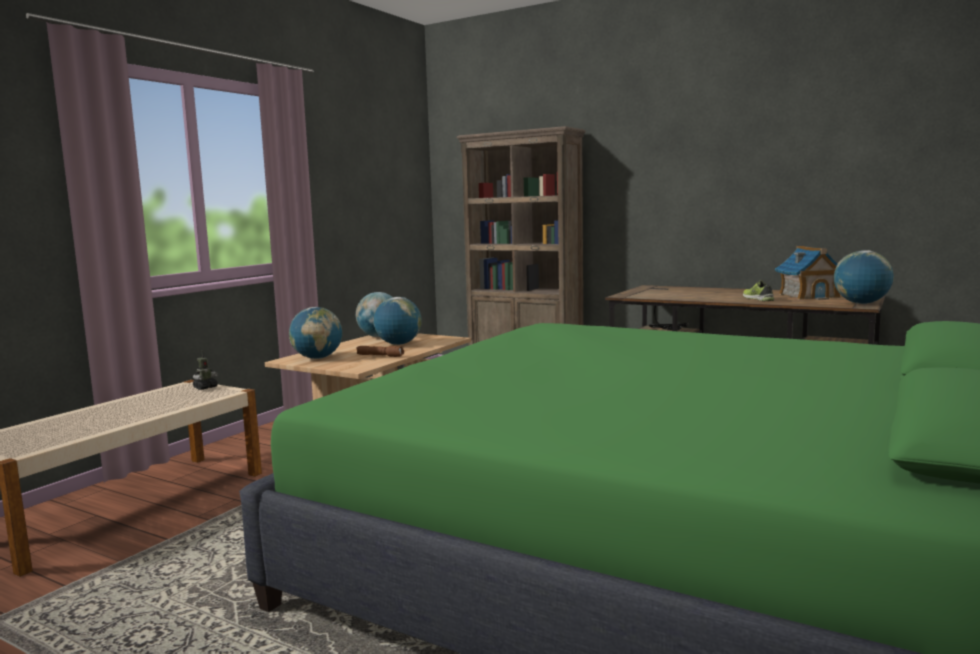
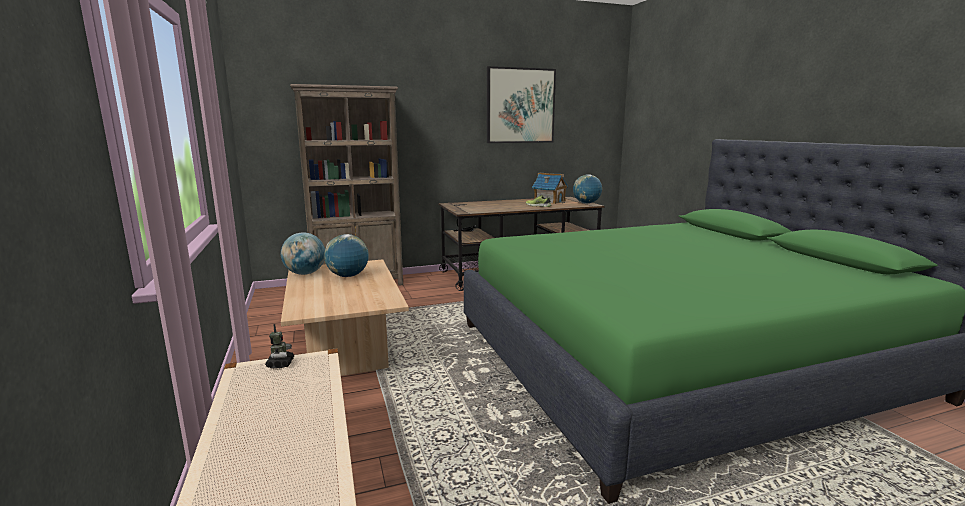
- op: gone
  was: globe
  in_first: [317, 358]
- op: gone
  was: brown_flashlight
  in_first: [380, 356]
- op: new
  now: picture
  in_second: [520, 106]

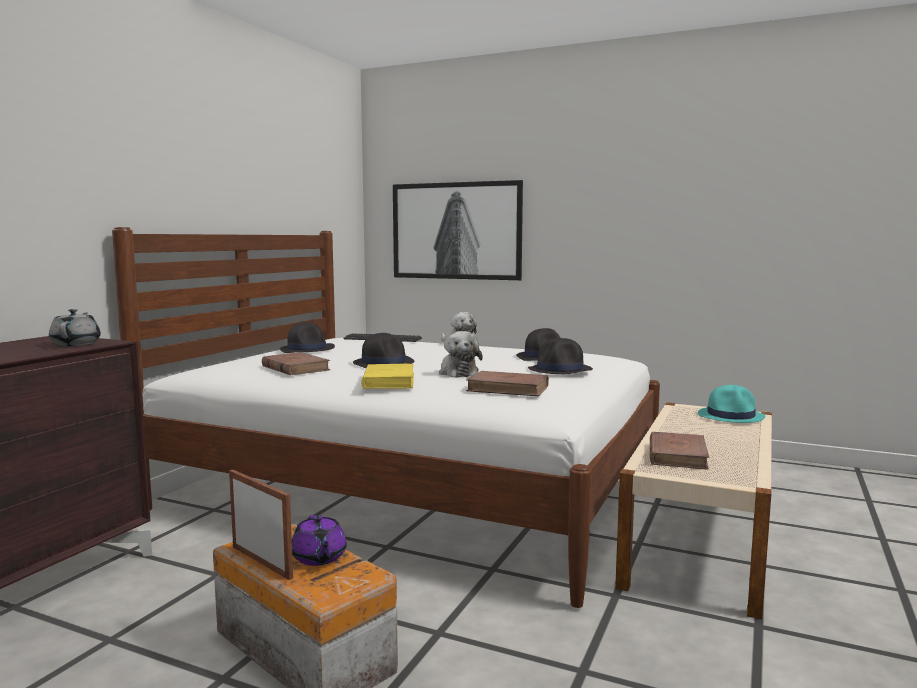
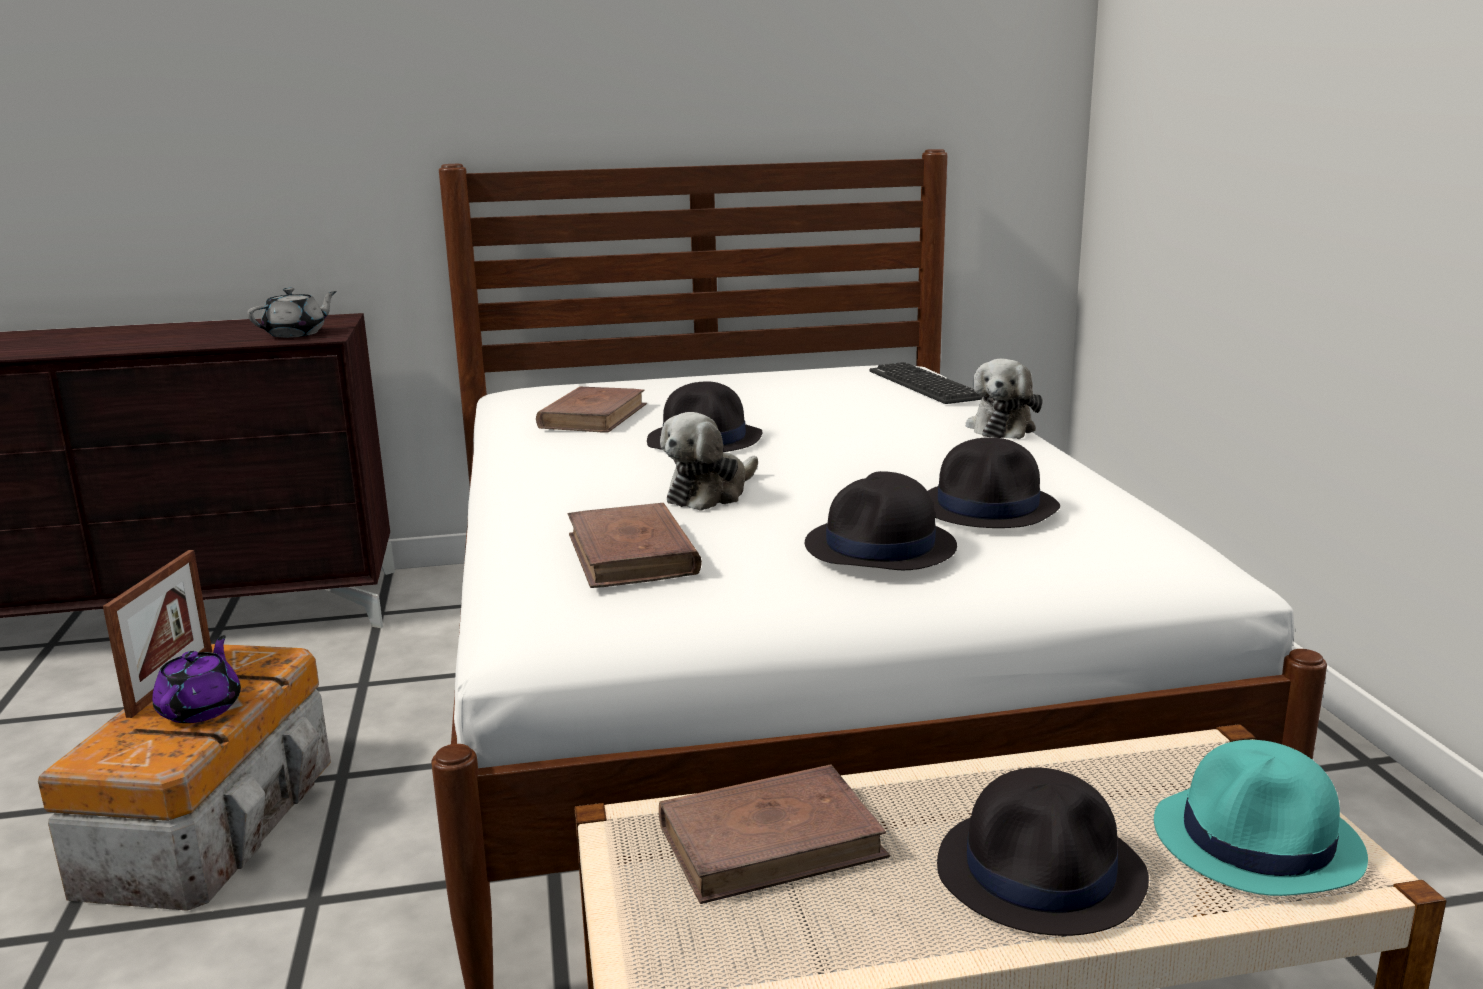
- op: gone
  was: picture
  in_first: [456, 231]
- op: shifted
  was: black_hat
  in_first: [307, 349]
  in_second: [1042, 872]
- op: gone
  was: yellow_book
  in_first: [389, 381]
- op: rotated
  was: purple_teapot
  in_first: [319, 558]
  in_second: [201, 709]
  clockwise: 150

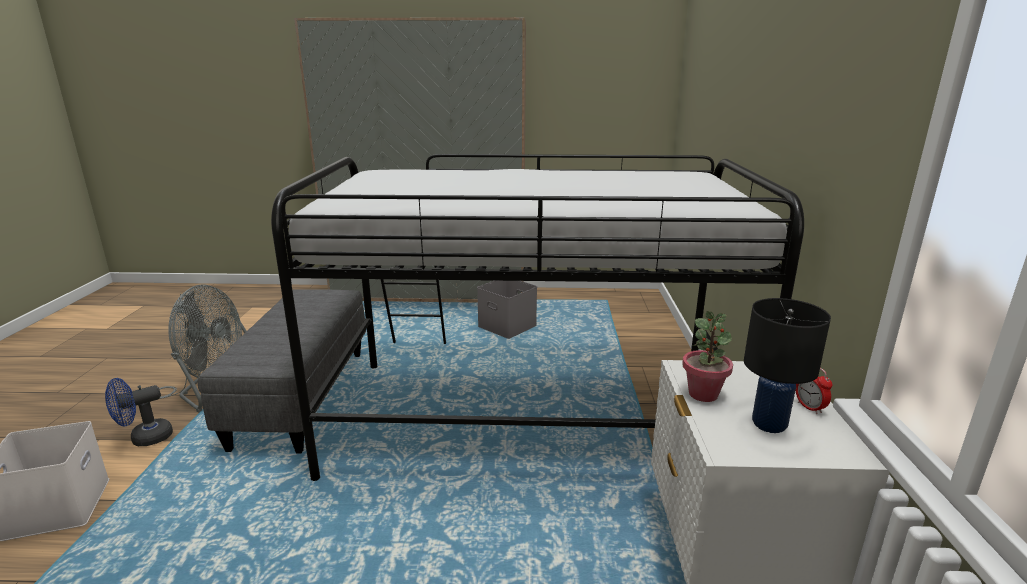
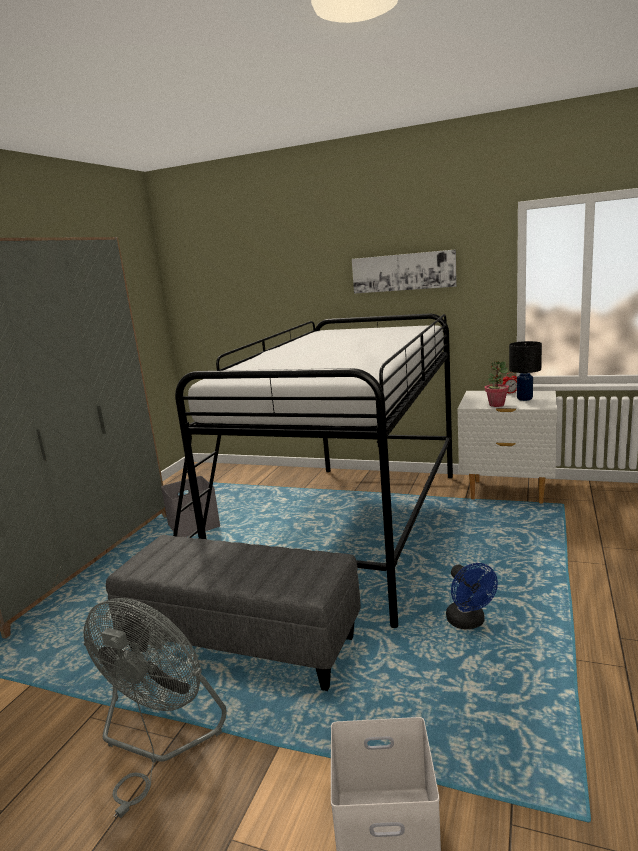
- op: shifted
  was: blue_fan
  in_first: [145, 439]
  in_second: [469, 622]
- op: new
  now: picture
  in_second: [403, 272]

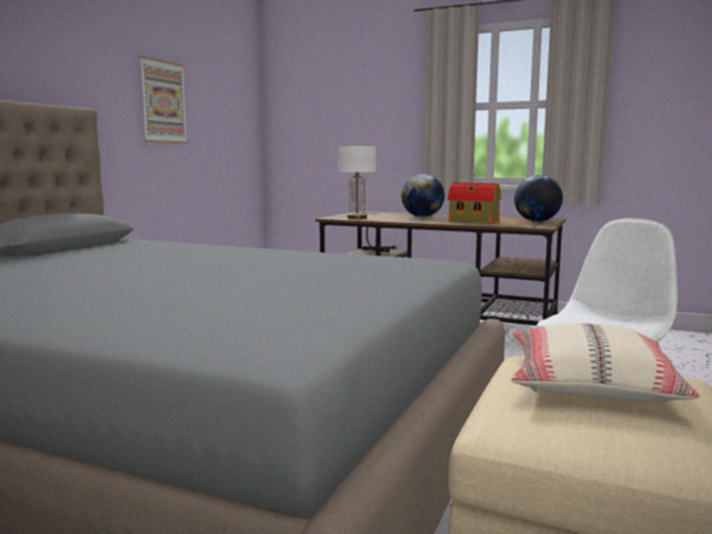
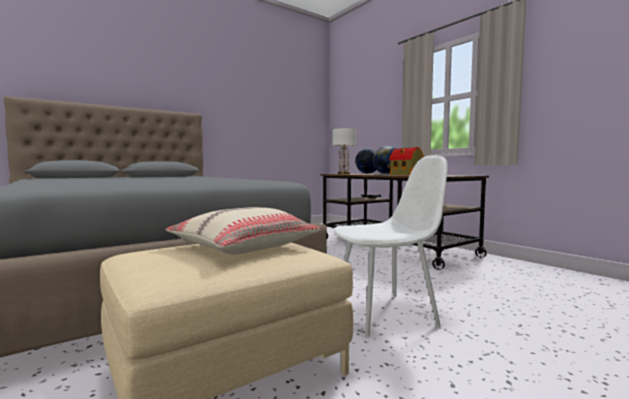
- op: gone
  was: picture
  in_first: [163, 102]
- op: shifted
  was: globe
  in_first: [537, 221]
  in_second: [367, 173]

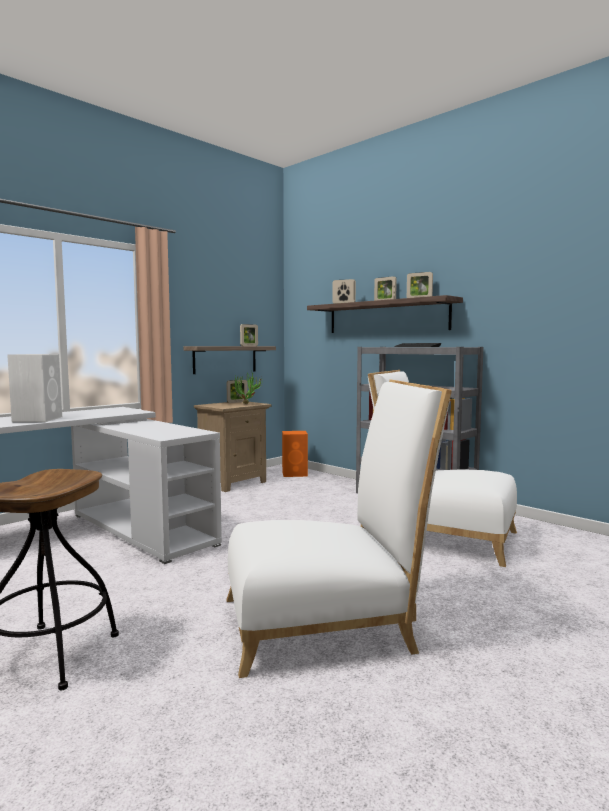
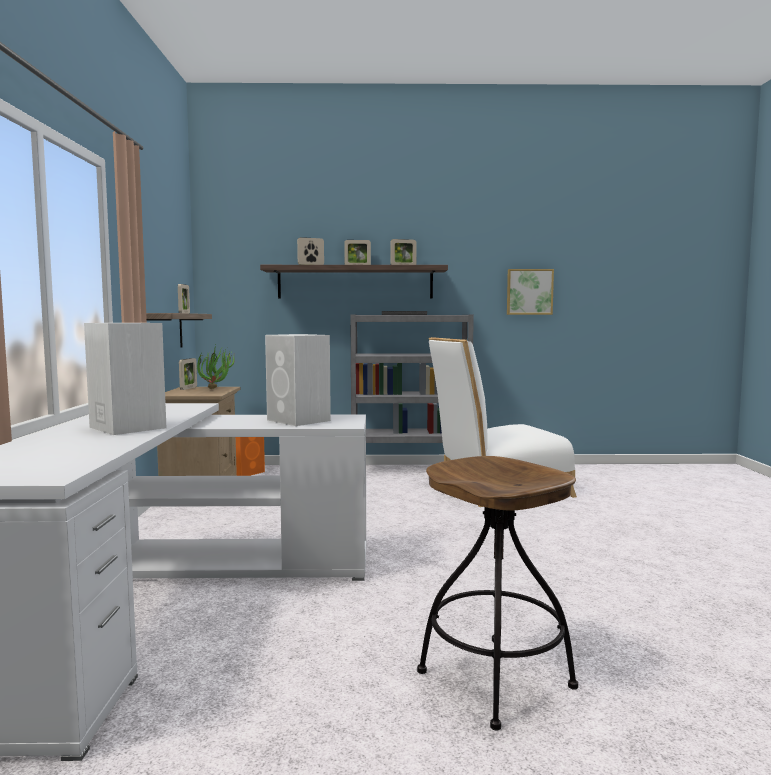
- op: gone
  was: white_chair
  in_first: [328, 622]
- op: new
  now: picture
  in_second: [529, 292]
- op: new
  now: white_speaker
  in_second: [299, 420]

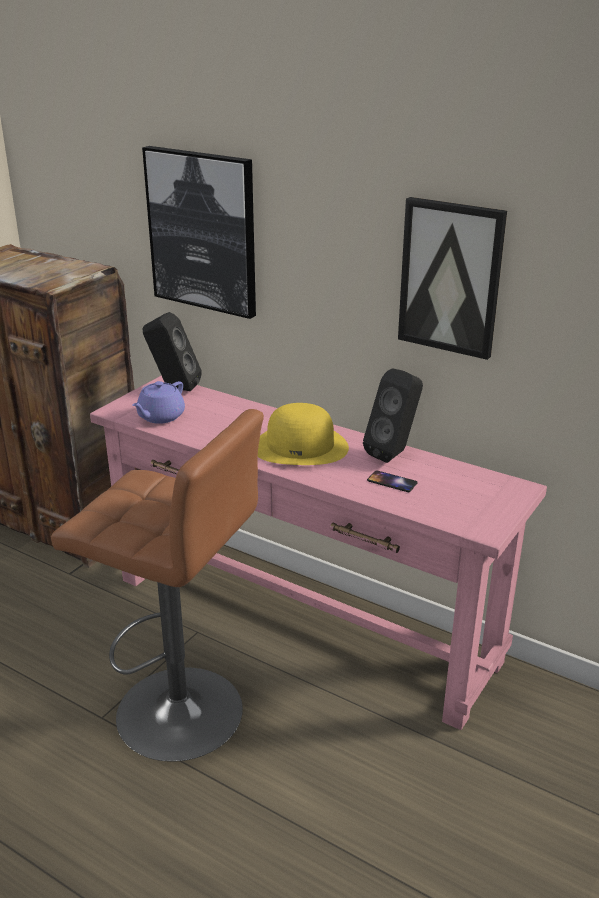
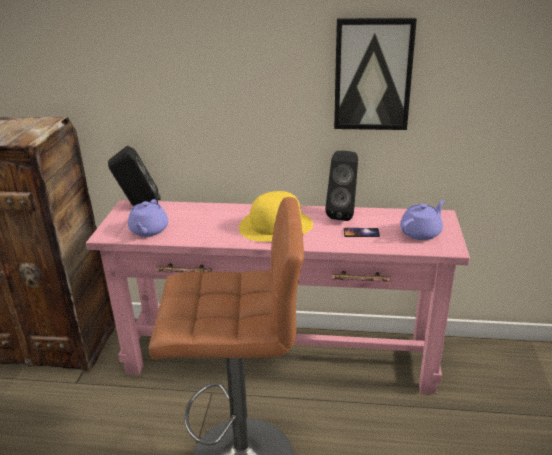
- op: gone
  was: picture
  in_first: [203, 231]
- op: new
  now: purple_teapot
  in_second: [421, 233]

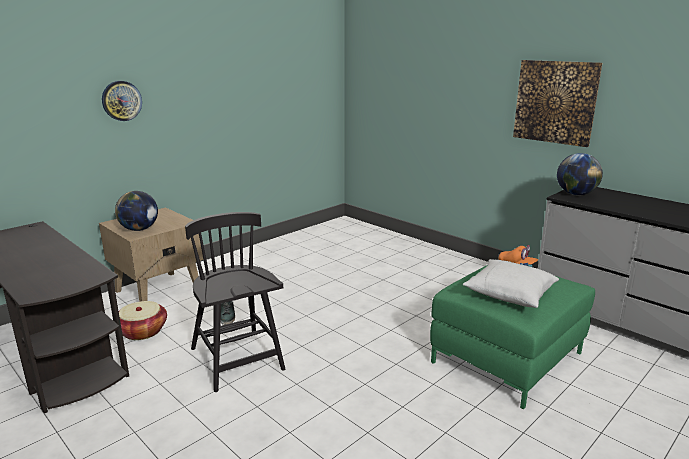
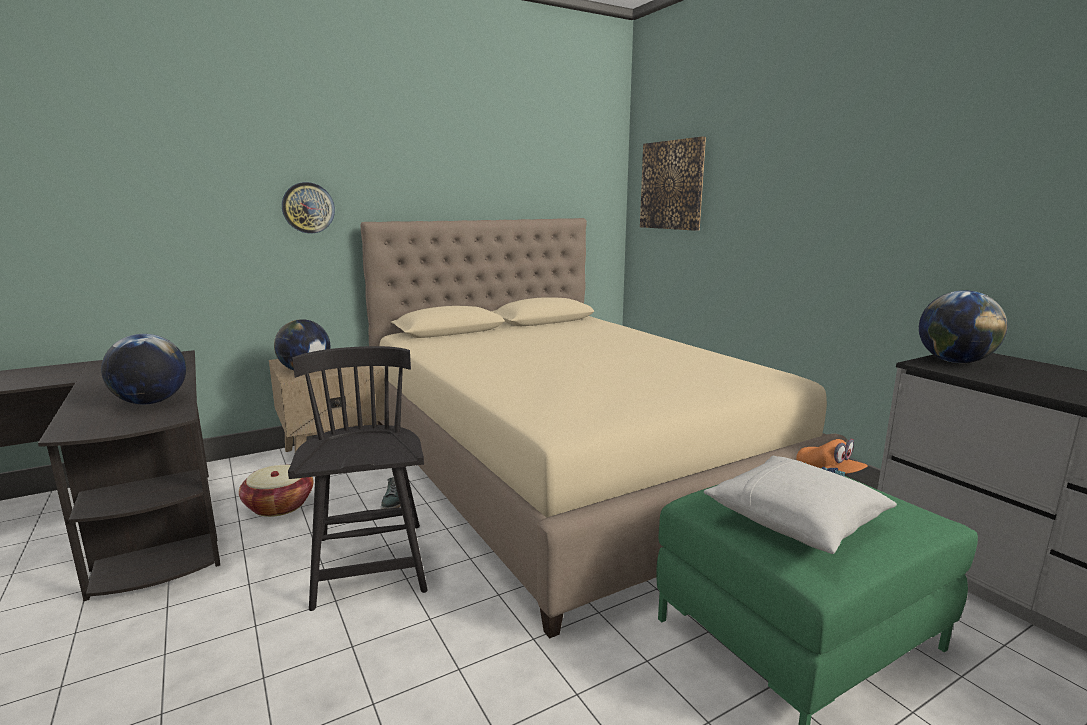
- op: shifted
  was: picture
  in_first: [555, 102]
  in_second: [672, 185]
- op: new
  now: beige_bed
  in_second: [567, 469]
- op: new
  now: globe
  in_second: [151, 402]

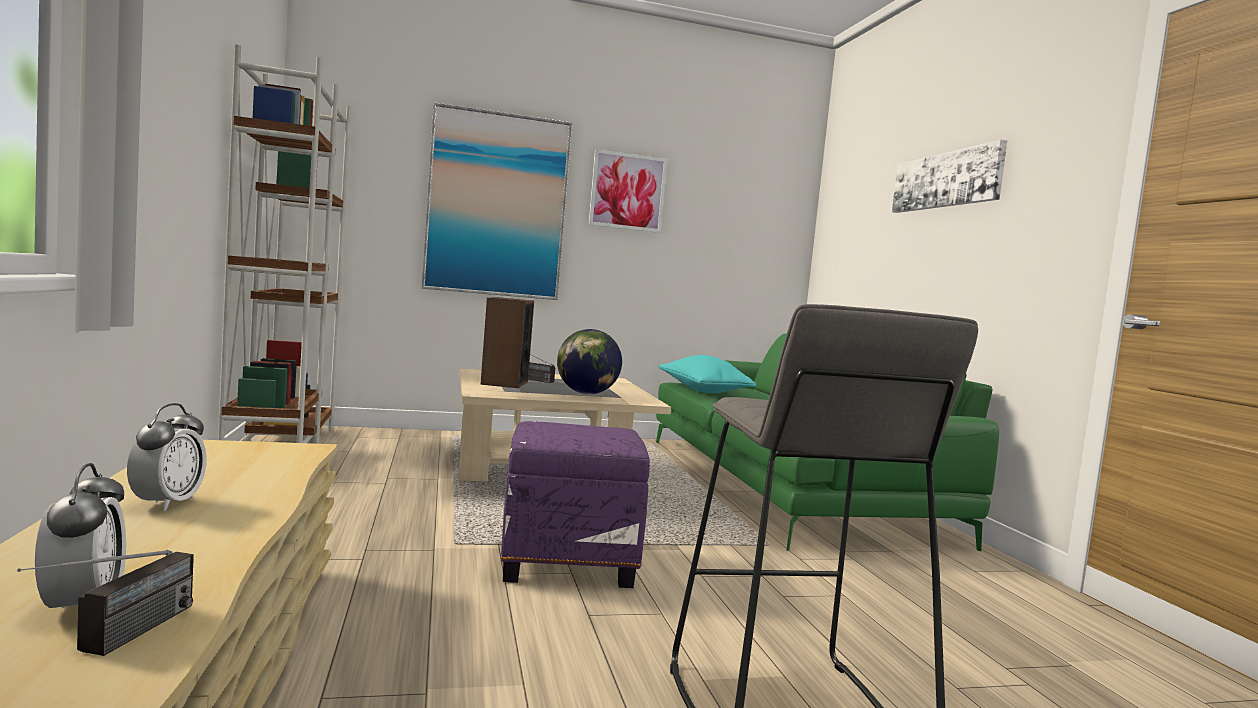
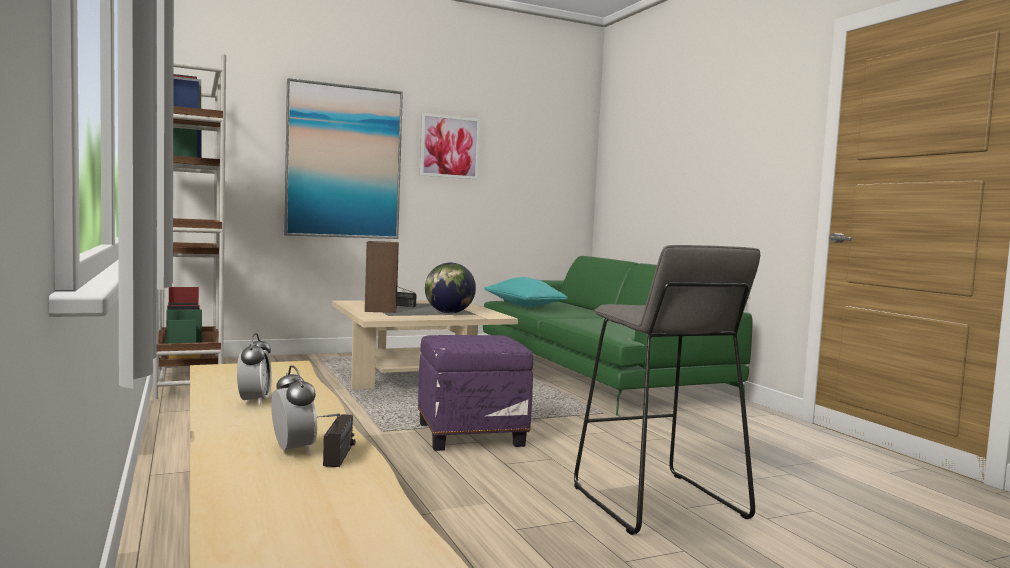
- op: gone
  was: picture
  in_first: [946, 180]

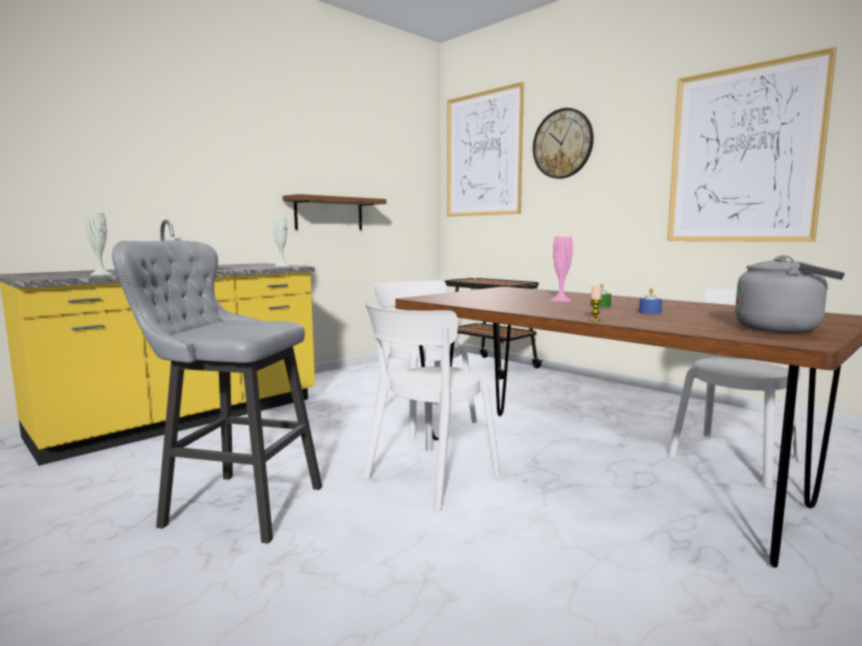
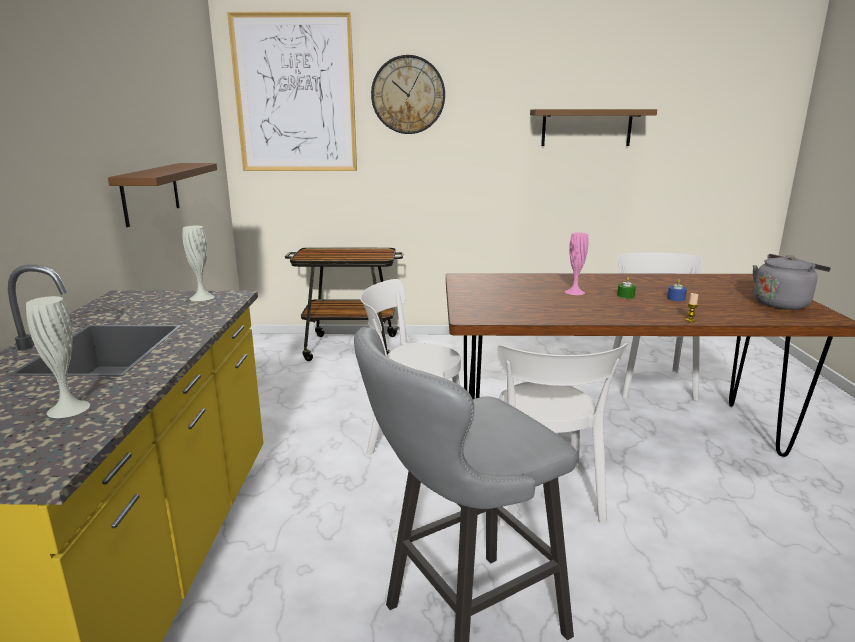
- op: swapped
  was: picture
  now: brown_shelf
  in_first: [743, 155]
  in_second: [586, 127]

